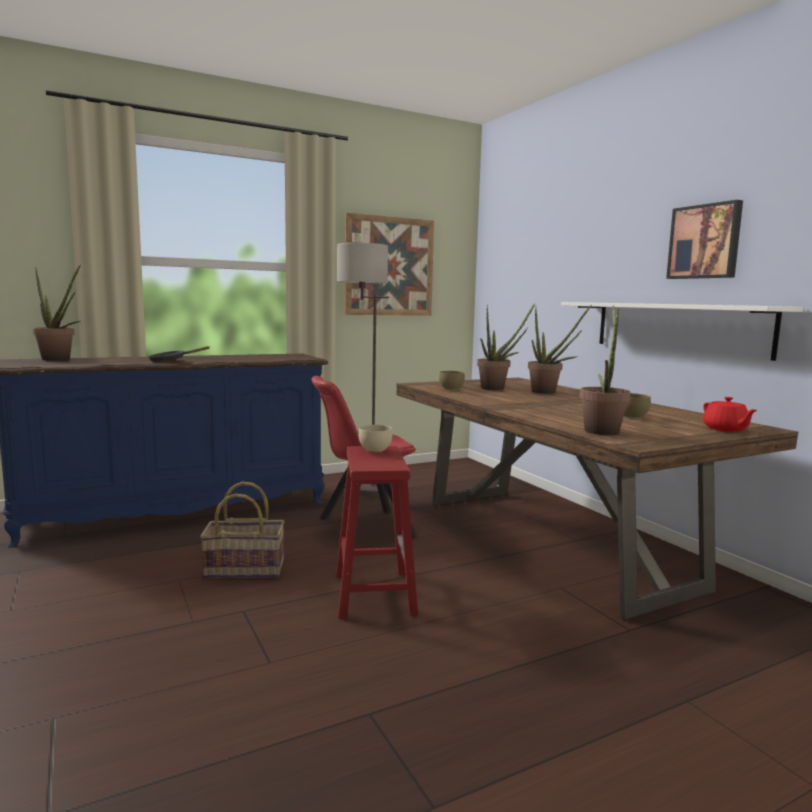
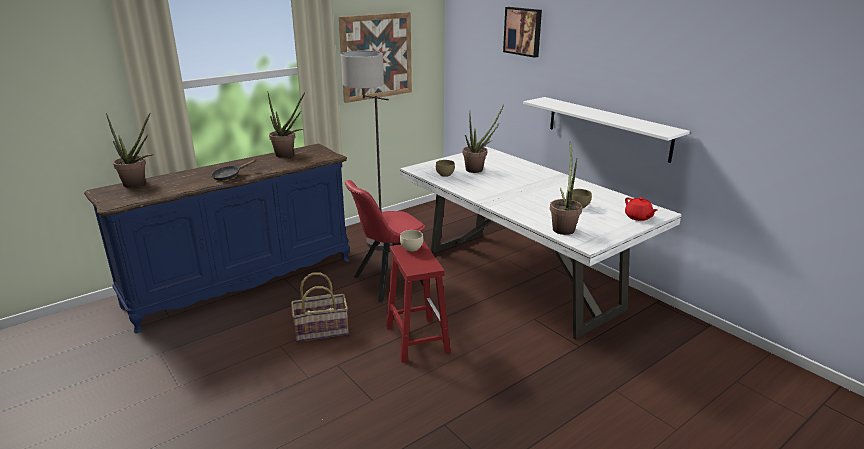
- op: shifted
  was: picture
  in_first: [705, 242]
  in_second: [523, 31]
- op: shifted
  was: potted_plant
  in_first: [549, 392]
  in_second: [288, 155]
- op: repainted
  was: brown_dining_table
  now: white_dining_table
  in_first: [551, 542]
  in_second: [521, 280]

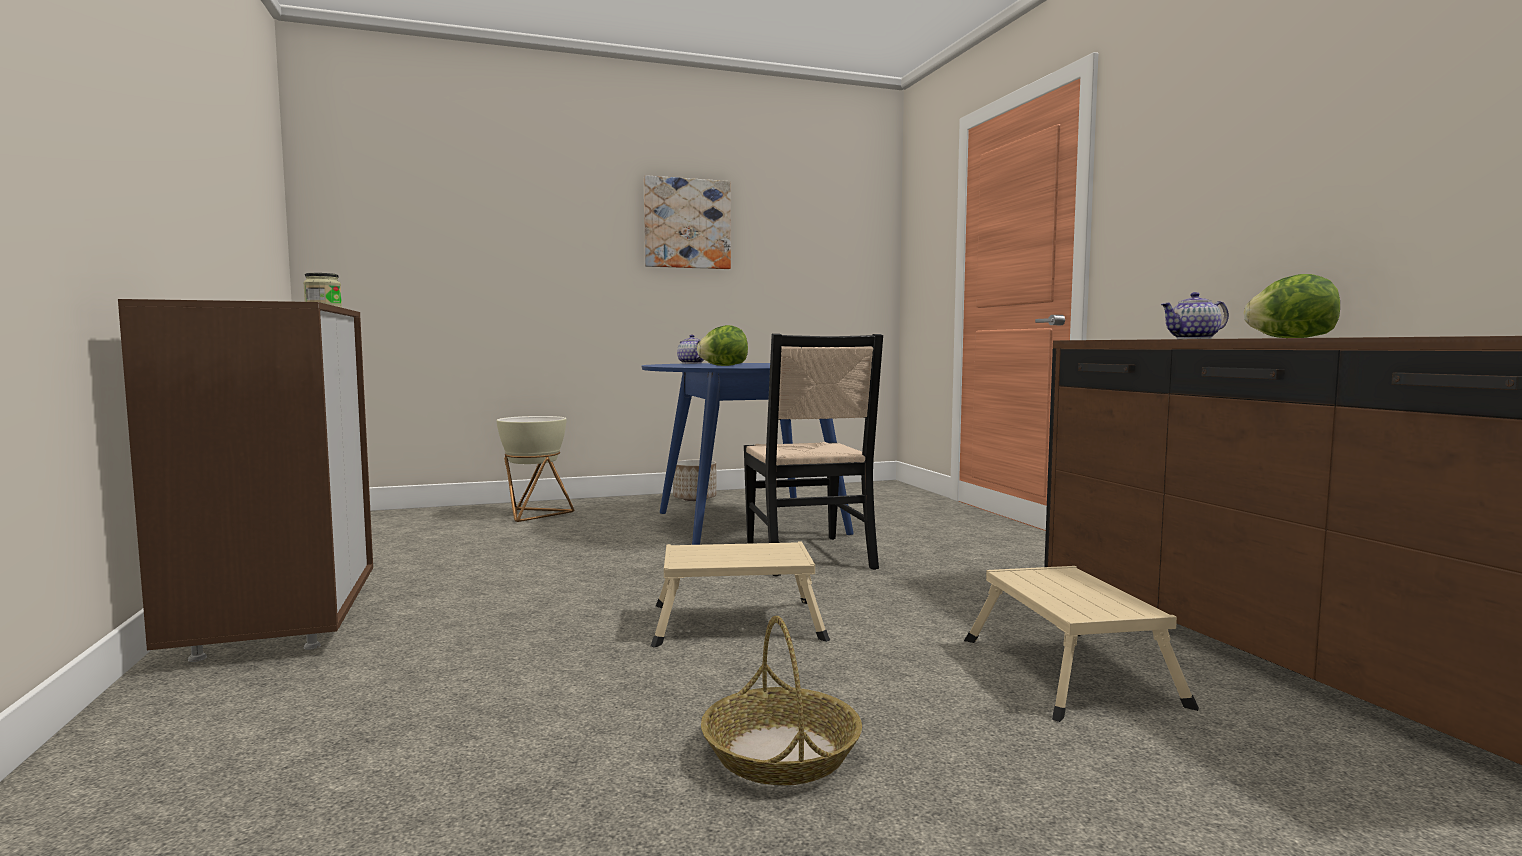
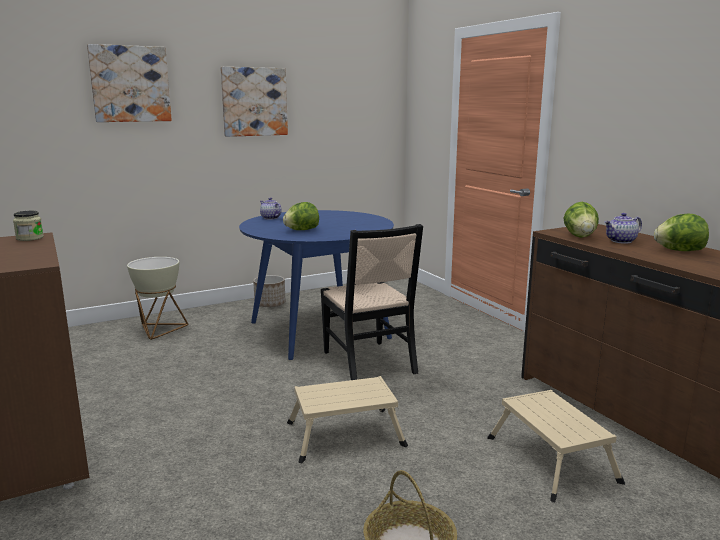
- op: new
  now: picture
  in_second: [130, 84]
- op: new
  now: lettuce
  in_second: [580, 236]

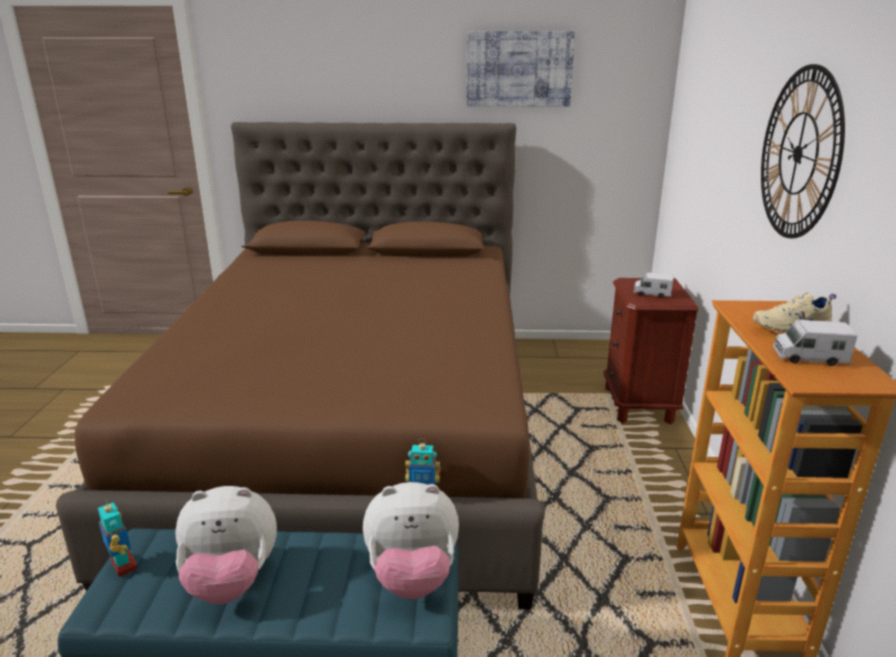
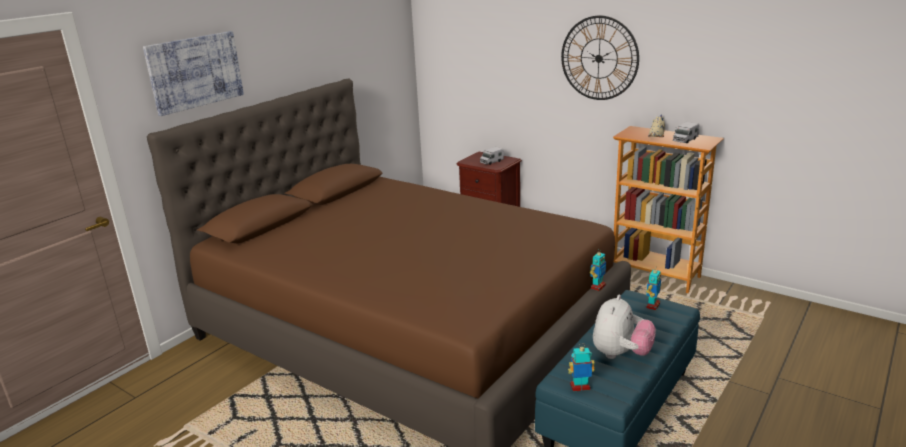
- op: shifted
  was: picture
  in_first: [519, 69]
  in_second: [195, 72]
- op: swapped
  was: plush_toy
  now: toy_robot
  in_first: [412, 577]
  in_second: [652, 305]

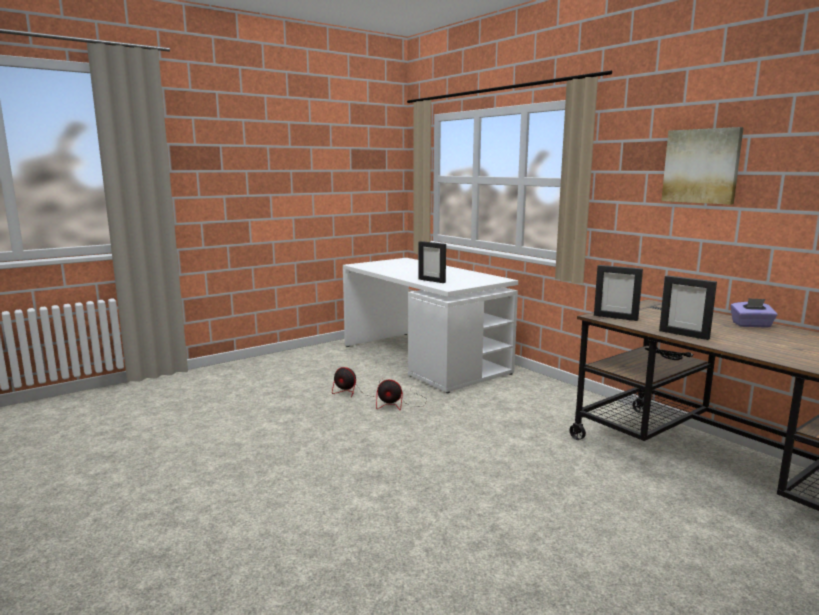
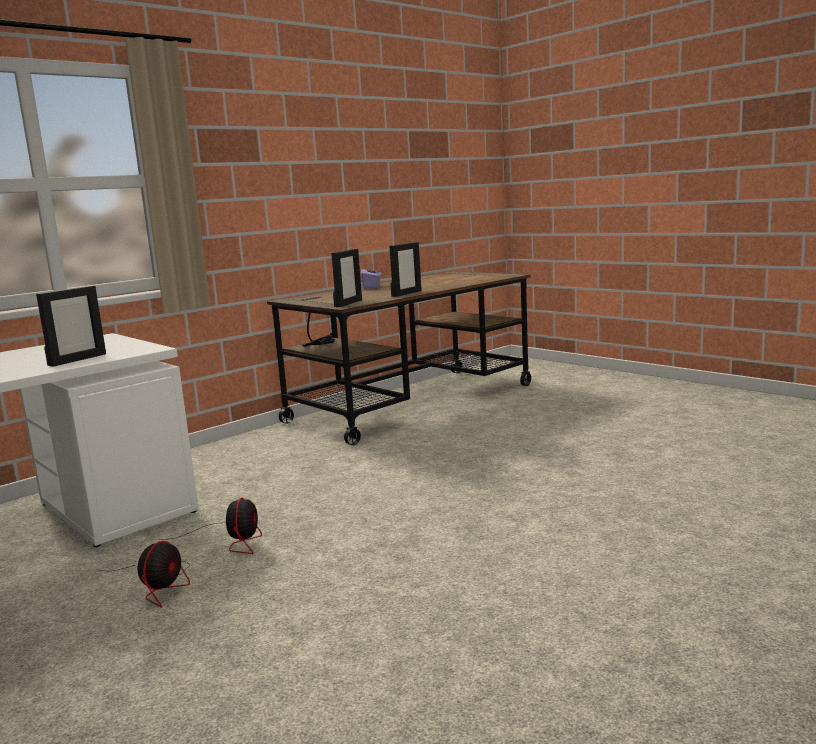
- op: gone
  was: picture
  in_first: [701, 166]

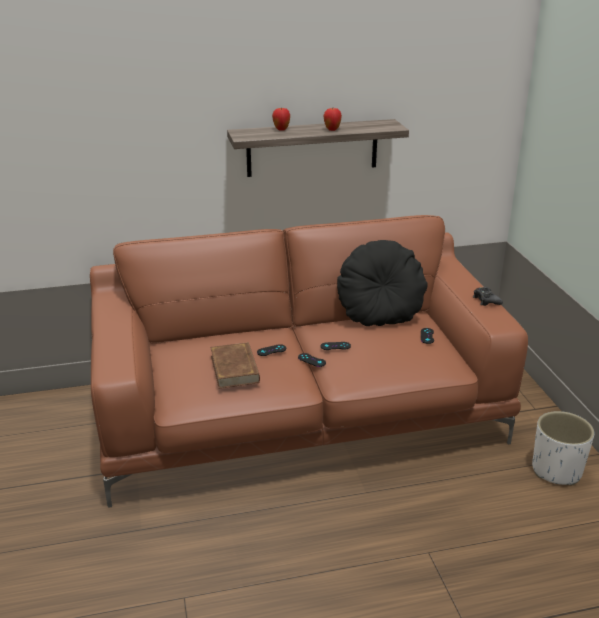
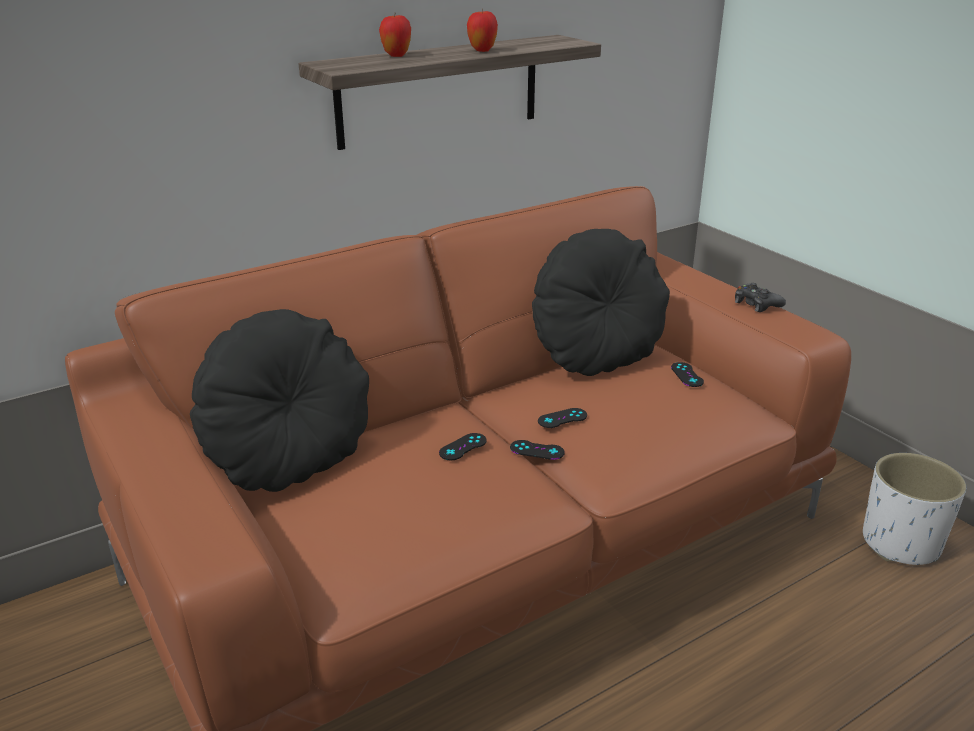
- op: gone
  was: brown_book
  in_first: [235, 369]
- op: new
  now: black_pillow
  in_second: [292, 466]

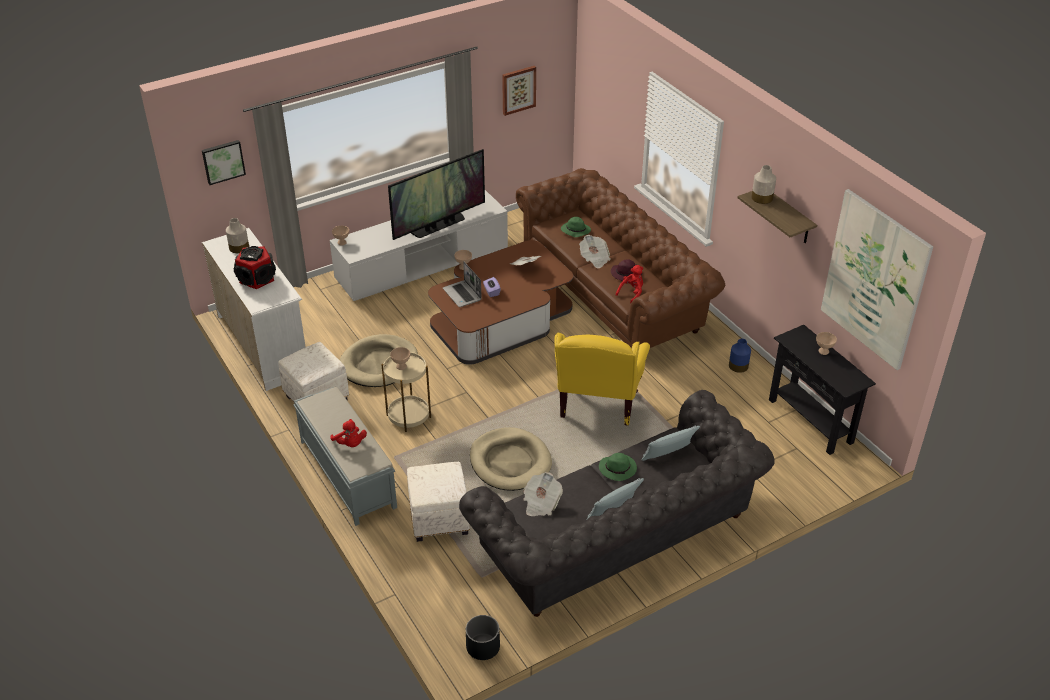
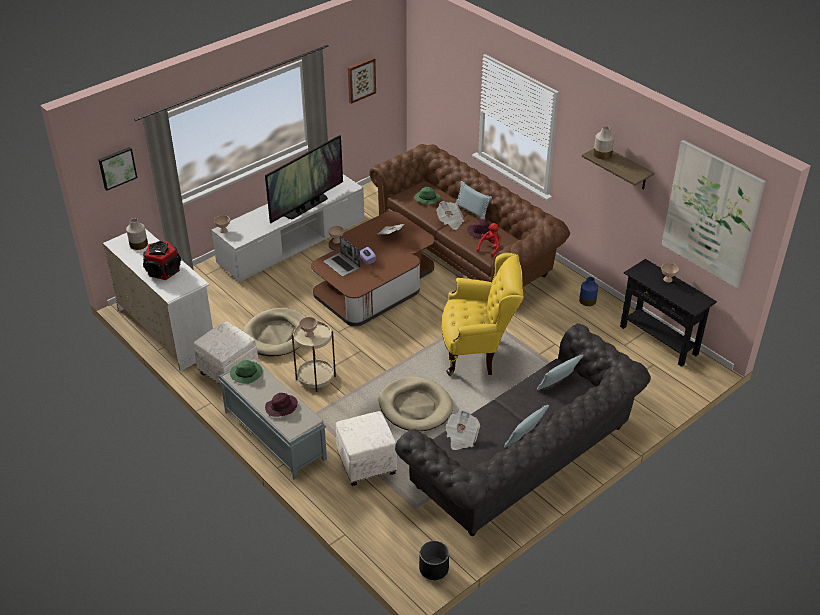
- op: rotated
  was: yellow_armchair
  in_first: [596, 412]
  in_second: [478, 354]
  clockwise: -90
- op: swapped
  was: red_plush_toy
  now: purple_hat
  in_first: [350, 444]
  in_second: [281, 407]
- op: shifted
  was: green_hat
  in_first: [618, 469]
  in_second: [247, 374]
- op: new
  now: blue_pillow
  in_second: [472, 211]

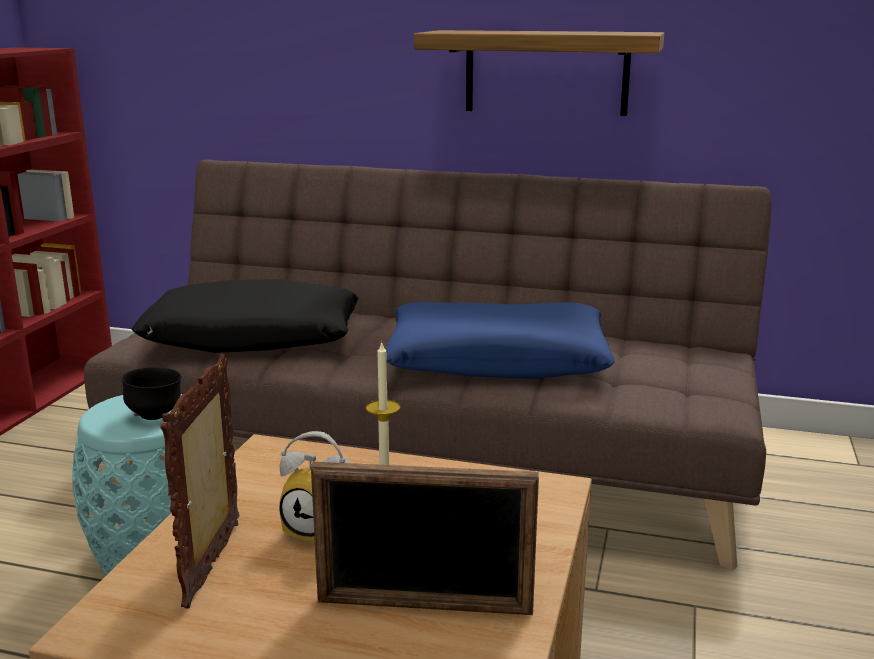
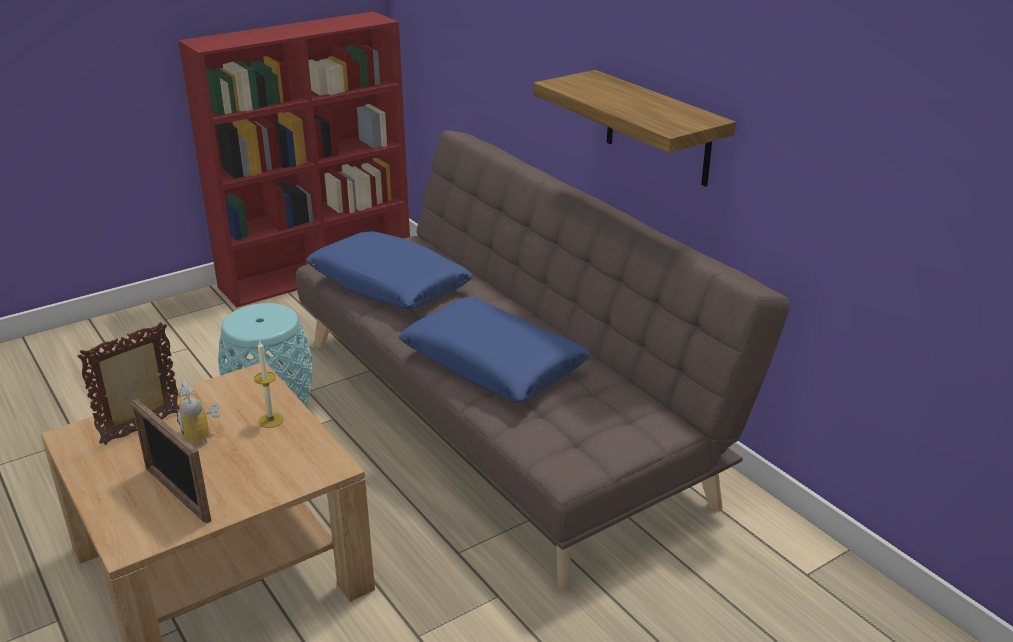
- op: repainted
  was: black_pillow
  now: blue_pillow
  in_first: [253, 338]
  in_second: [389, 285]
- op: gone
  was: black_bowl
  in_first: [155, 416]

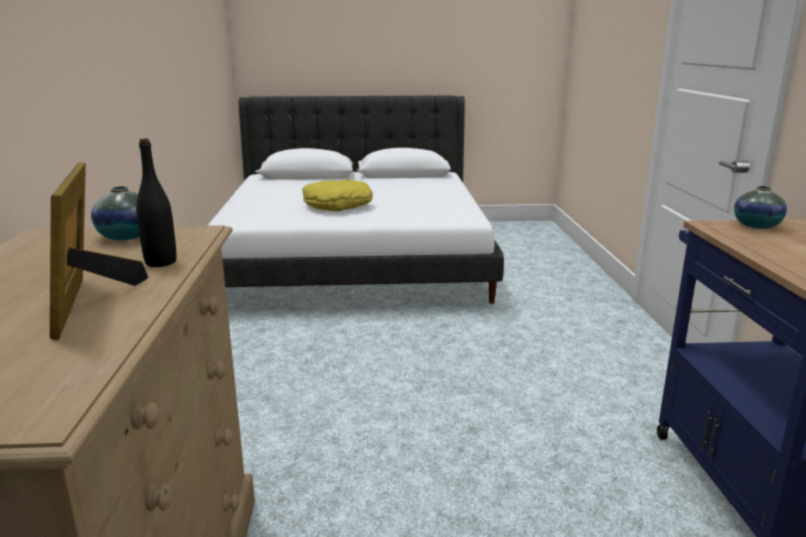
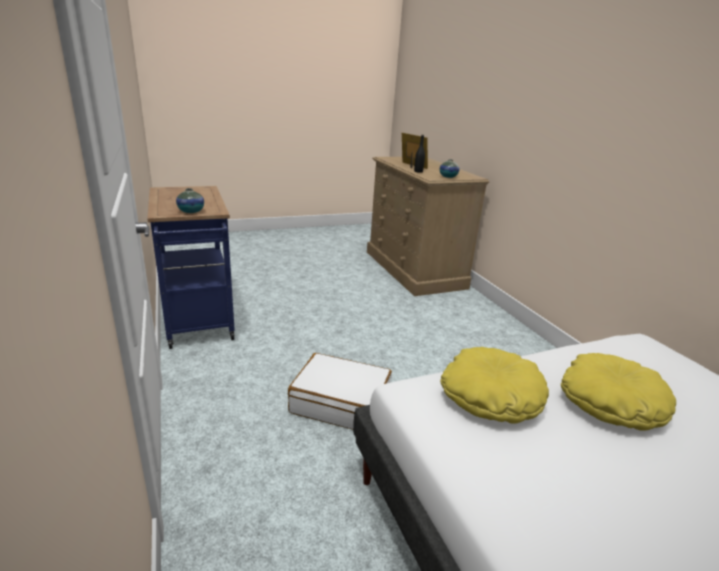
- op: new
  now: yellow_pillow
  in_second: [492, 397]
- op: new
  now: white_suitcase
  in_second: [340, 403]

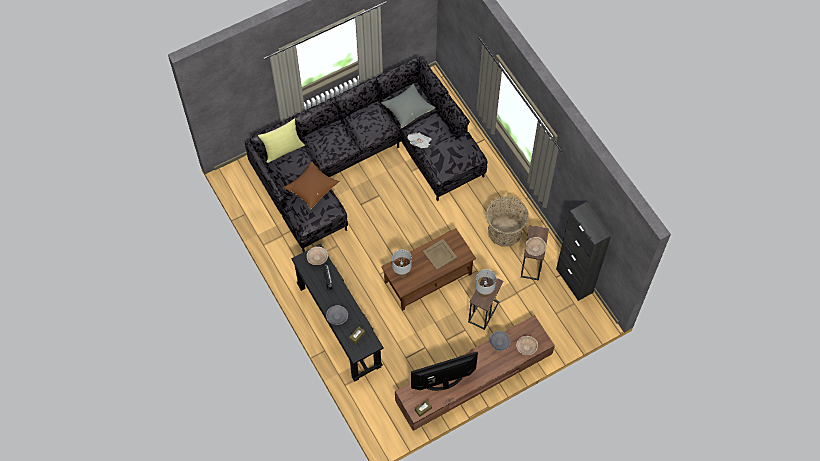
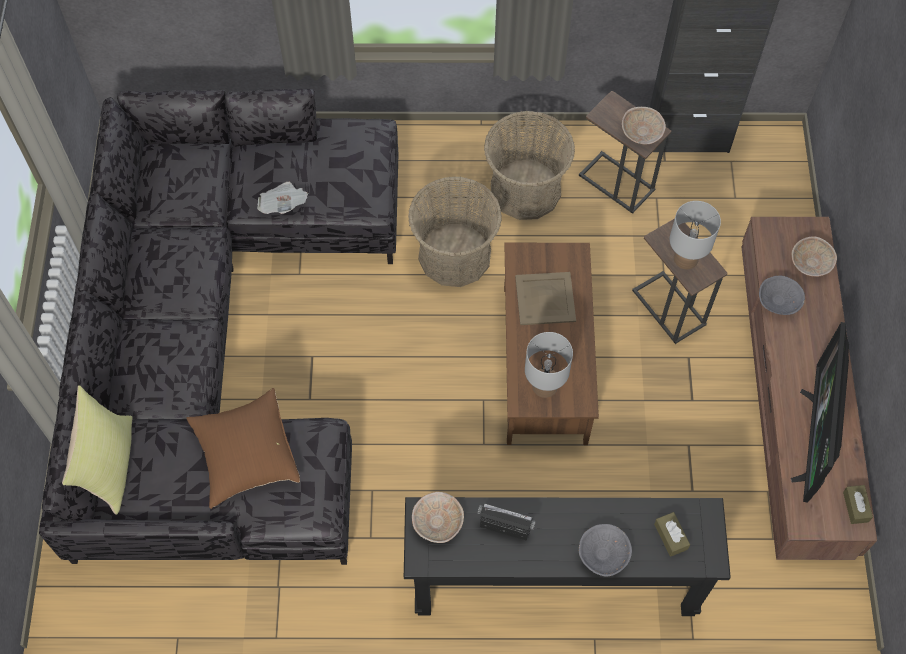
- op: gone
  was: grey_pillow
  in_first: [408, 109]
- op: new
  now: basket
  in_second: [455, 255]

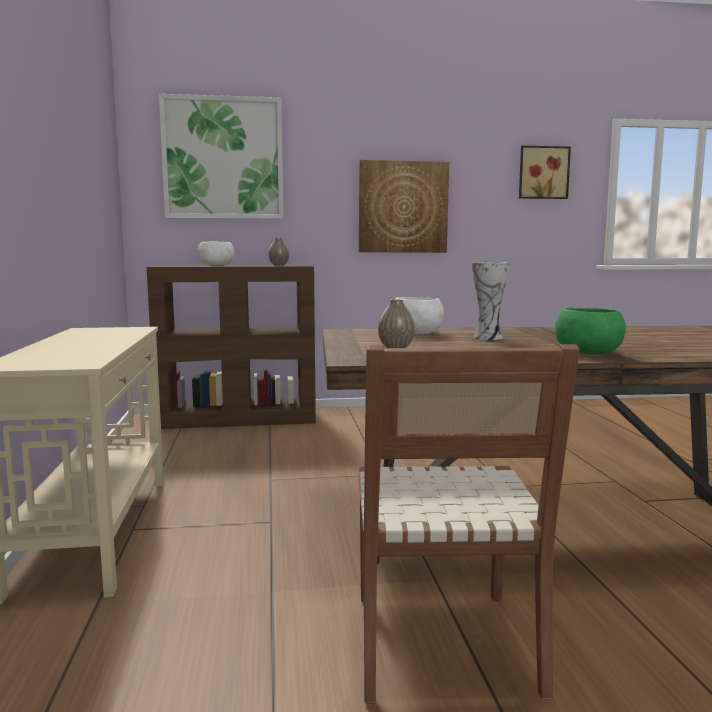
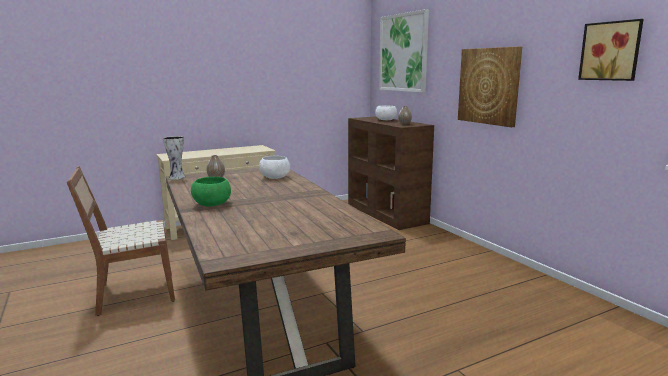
- op: shifted
  was: vase
  in_first: [488, 337]
  in_second: [177, 177]

